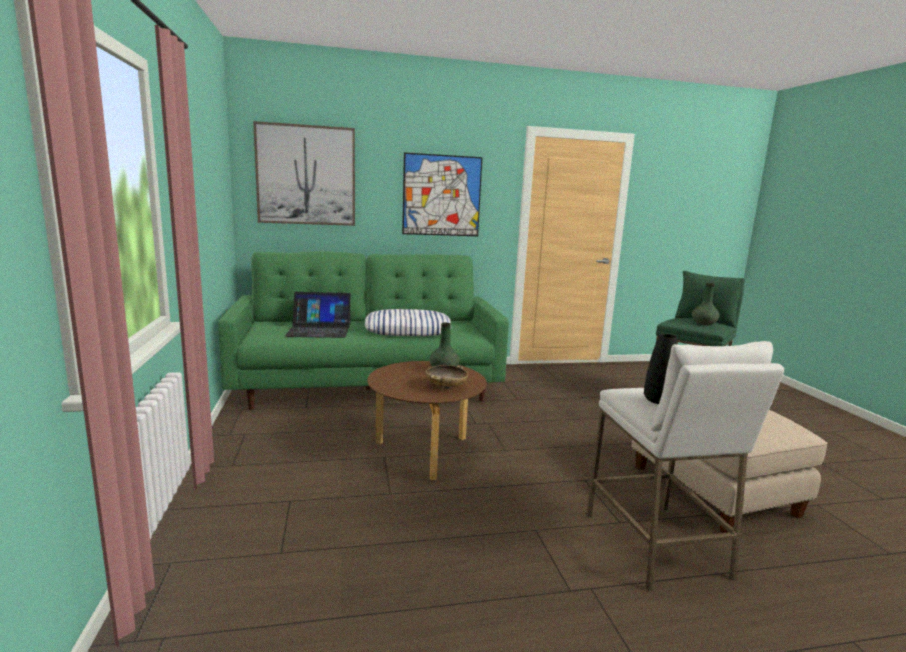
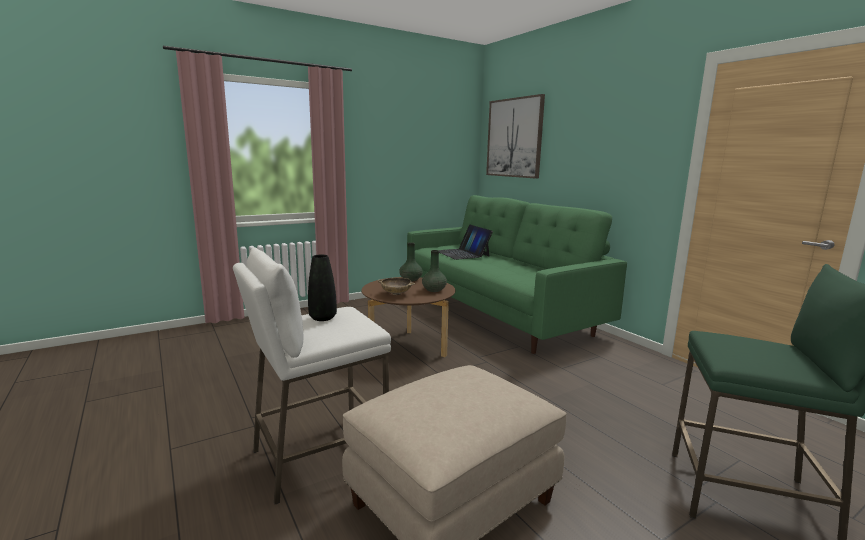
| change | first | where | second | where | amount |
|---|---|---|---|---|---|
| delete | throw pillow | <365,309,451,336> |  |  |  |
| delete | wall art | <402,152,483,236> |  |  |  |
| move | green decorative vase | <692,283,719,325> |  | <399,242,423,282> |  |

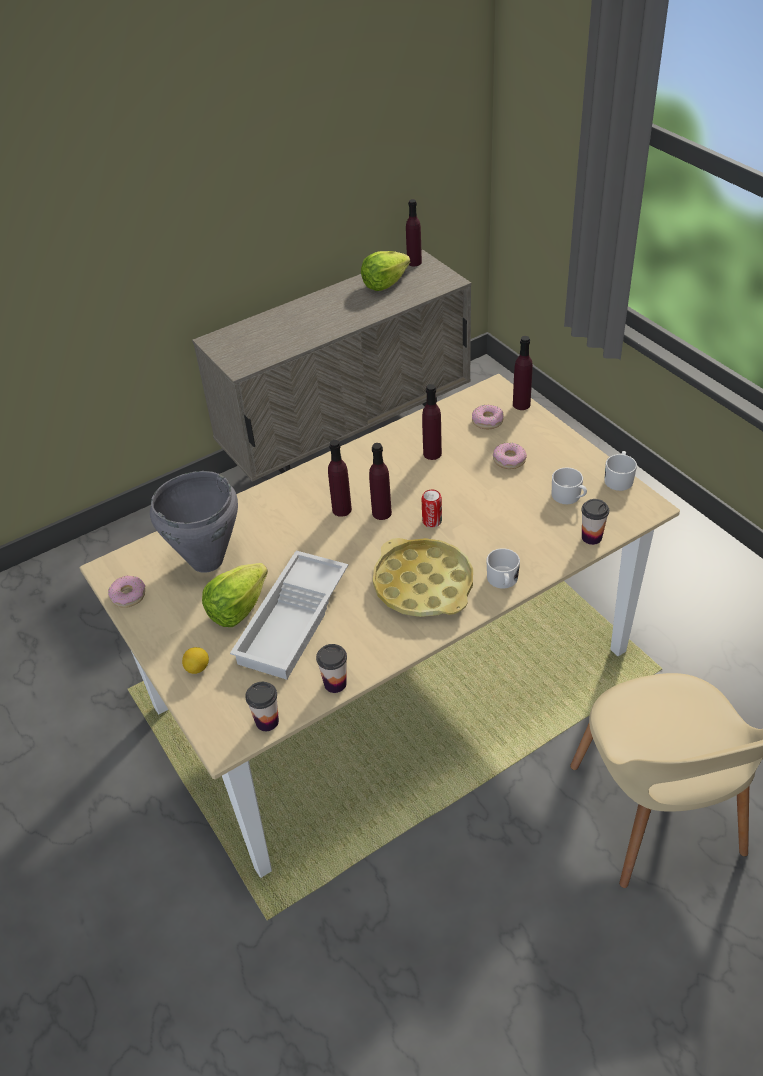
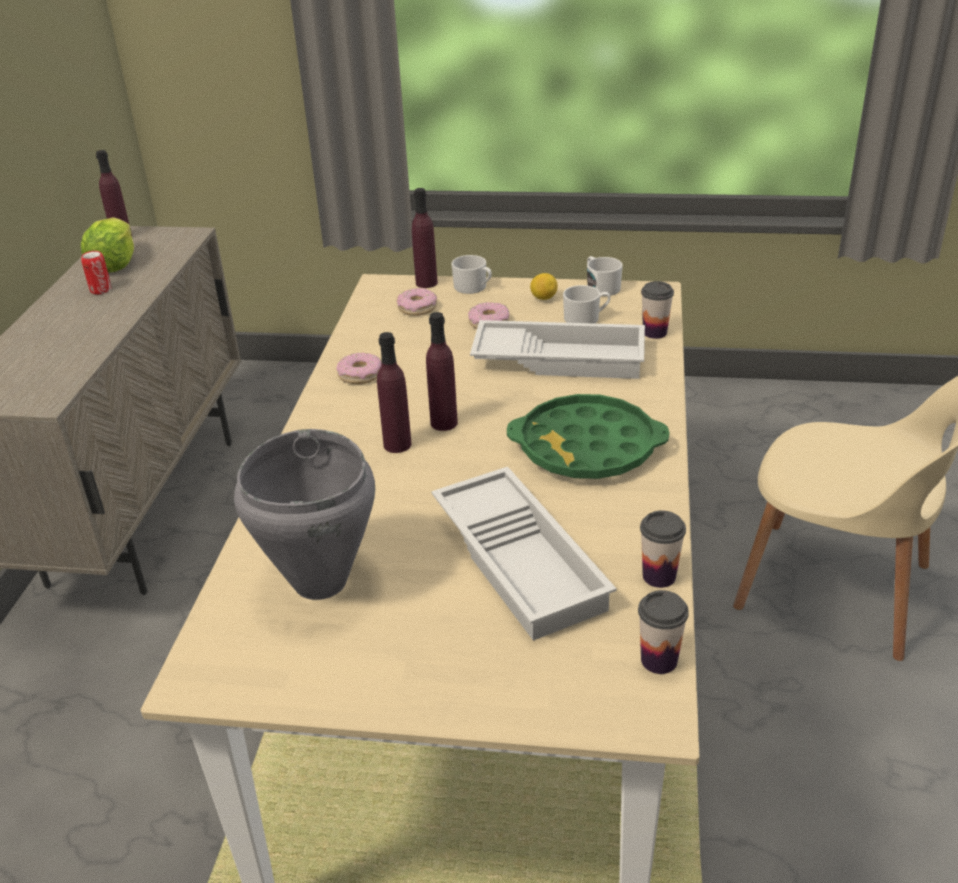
| change | first | where | second | where | amount |
|---|---|---|---|---|---|
| move | donut | <108,576,145,608> |  | <336,353,382,384> |  |
| move | lemon | <182,647,209,674> |  | <530,273,558,300> |  |
| delete | head of lettuce | <202,563,268,627> |  |  |  |
| recolor | yellow-coloured tray | <373,538,473,617> | green tray | <507,394,670,479> |  |
| delete | purple-coloured beverage bottle | <422,384,442,460> |  |  |  |
| move | sealed can | <422,490,442,527> |  | <81,251,112,294> |  |
| move | whitish mug | <486,548,520,589> |  | <452,255,492,294> |  |
| insert |  |  | whitish tray | <470,320,645,379> |  |

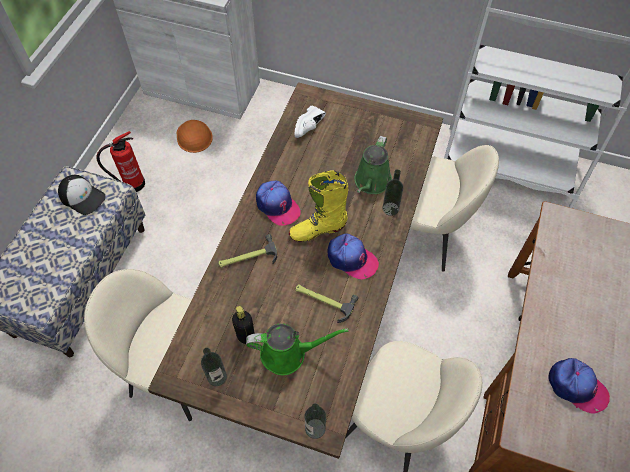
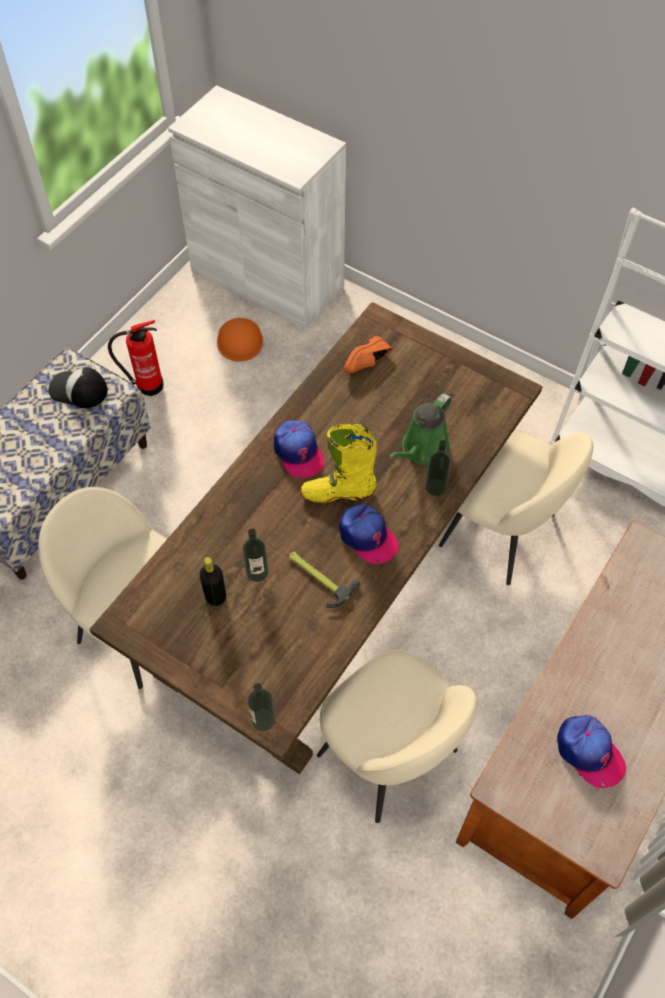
| change | first | where | second | where | amount |
|---|---|---|---|---|---|
| rotate | peaked cap | <58,175,106,215> |  | <48,367,108,408> | 150 degrees clockwise |
| move | beverage bottle | <201,348,227,386> |  | <243,529,268,582> |  |
| delete | tool hammer | <219,234,277,268> |  |  |  |
| delete | green watering pot | <246,324,349,375> |  |  |  |
| recolor | whitish item of footwear | <295,106,326,138> | orangey item of footwear | <344,336,393,374> |  |

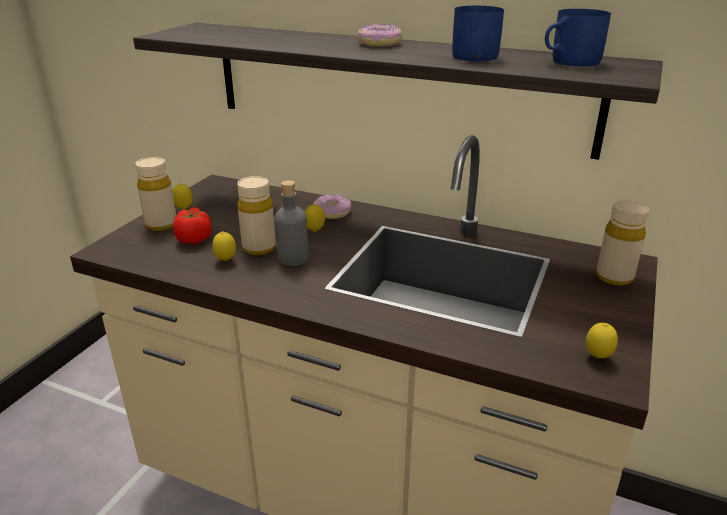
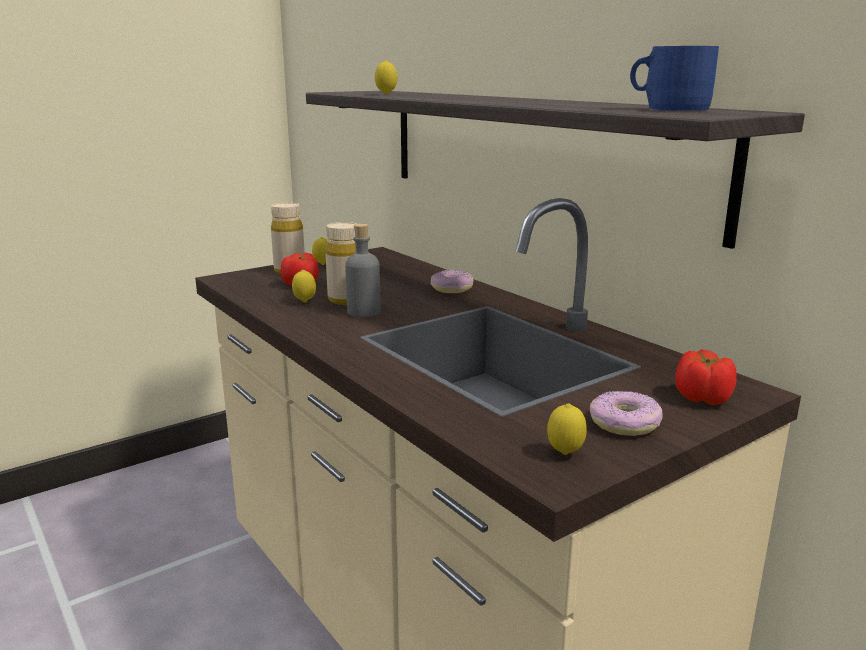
| change | first | where | second | where | amount |
|---|---|---|---|---|---|
| move | lemon | <305,204,325,232> |  | <375,60,397,95> |  |
| move | donut | <358,24,402,46> |  | <590,391,663,436> |  |
| delete | blue-coloured mug | <452,6,504,62> |  |  |  |
| replace | sand-coloured beverage bottle | <596,200,649,286> | fresh tomato | <675,349,737,405> |  |

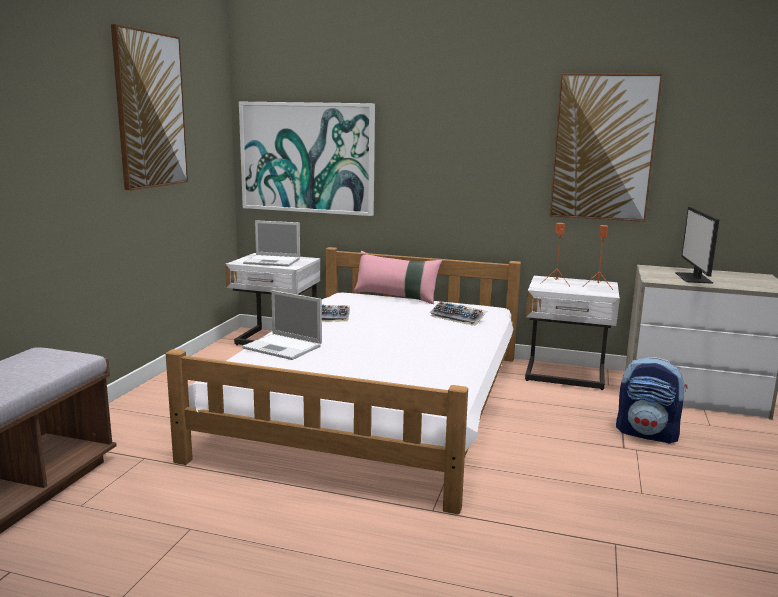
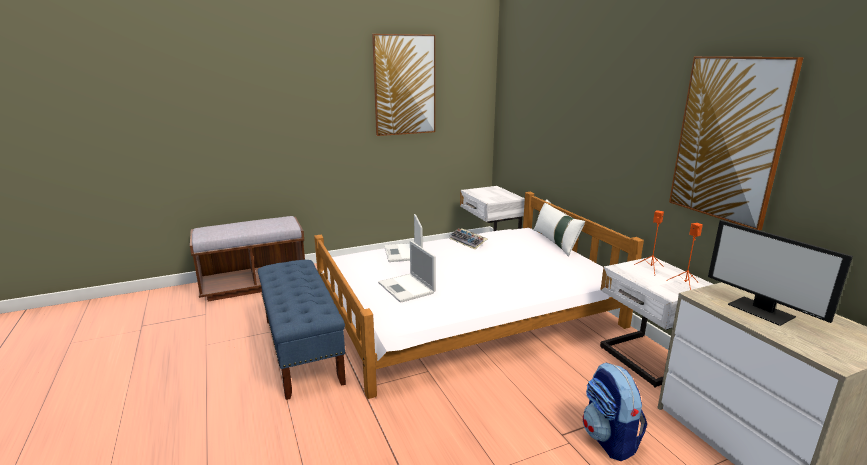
| change | first | where | second | where | amount |
|---|---|---|---|---|---|
| delete | wall art | <239,102,375,216> |  |  |  |
| move | notebook computer | <243,220,300,267> |  | <378,241,436,303> |  |
| recolor | pink throw pillow | <354,251,442,304> | whitish throw pillow | <534,199,585,256> |  |
| delete | computer keyboard | <429,302,487,326> |  |  |  |
| rotate | monitor | <675,207,720,284> |  | <708,220,853,326> | 90 degrees counterclockwise |
| insert |  |  | blue-coloured long seat | <258,260,346,400> |  |

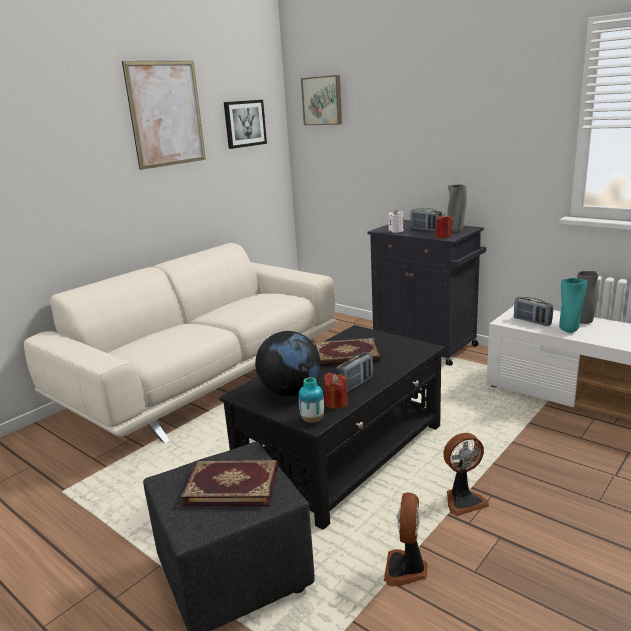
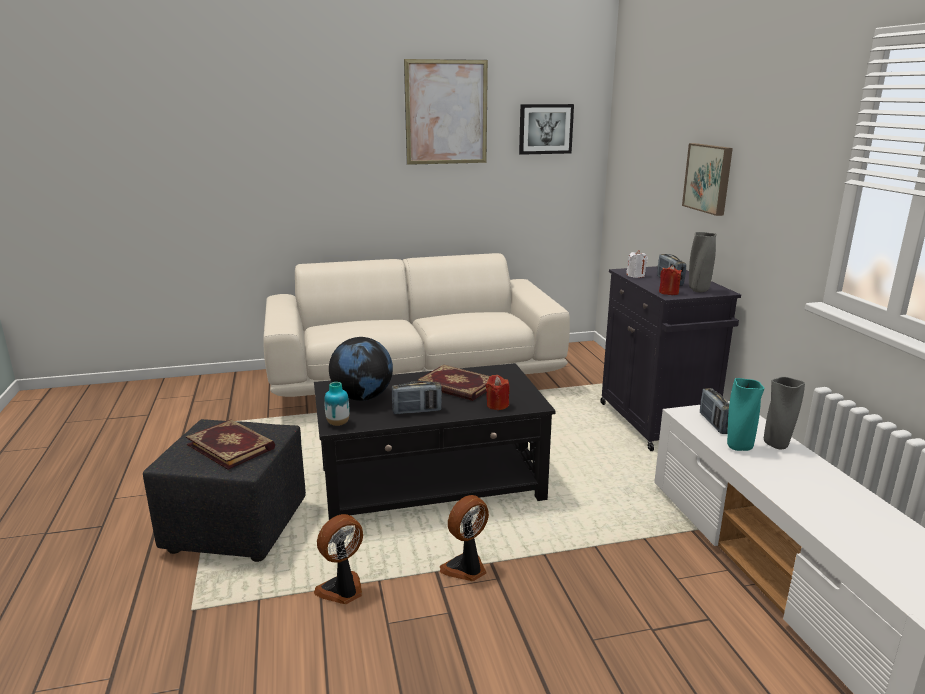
| change | first | where | second | where | amount |
|---|---|---|---|---|---|
| move | wall art | <301,75,342,125> |  | <682,143,733,216> |  |
| move | red wax light | <324,373,348,409> |  | <486,375,510,410> |  |
| rotate | electric fan | <443,433,489,516> |  | <440,495,489,581> | 120 degrees clockwise |

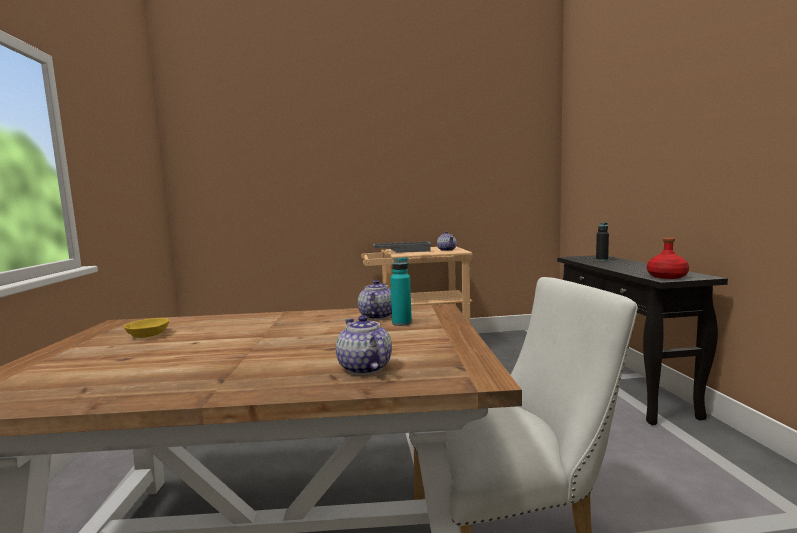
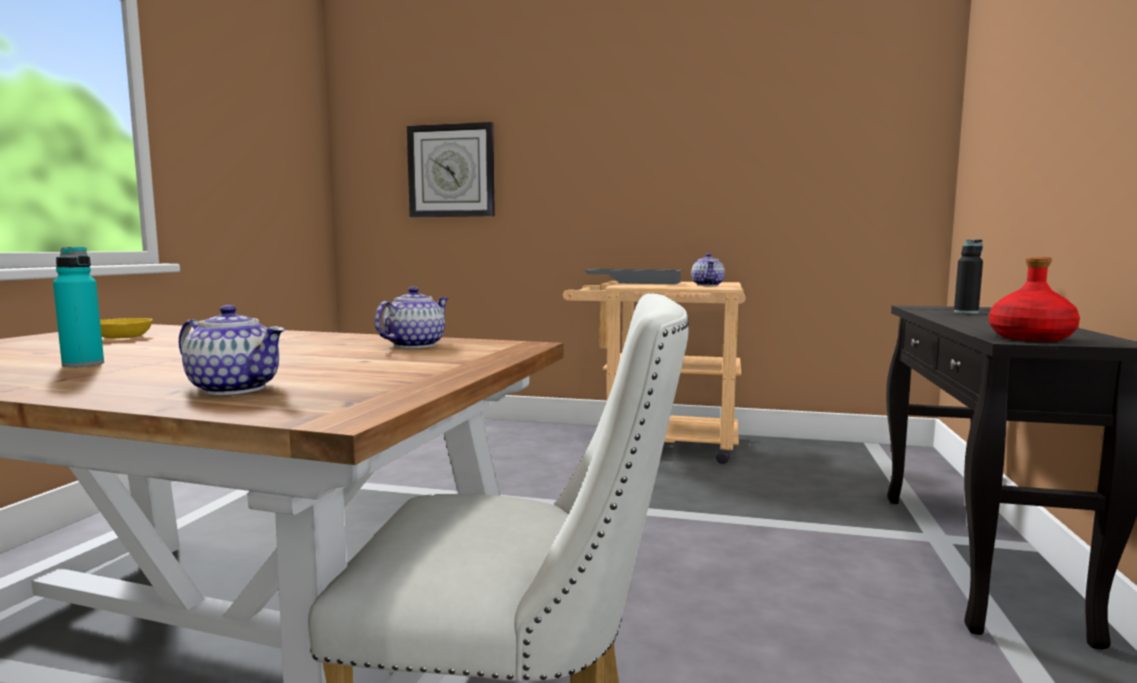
| change | first | where | second | where | amount |
|---|---|---|---|---|---|
| rotate | tea pot | <336,315,392,375> |  | <179,305,285,395> | 120 degrees clockwise |
| move | turquoise-coloured beverage bottle | <390,257,412,326> |  | <53,247,104,367> |  |
| insert |  |  | wall clock | <407,122,495,217> |  |

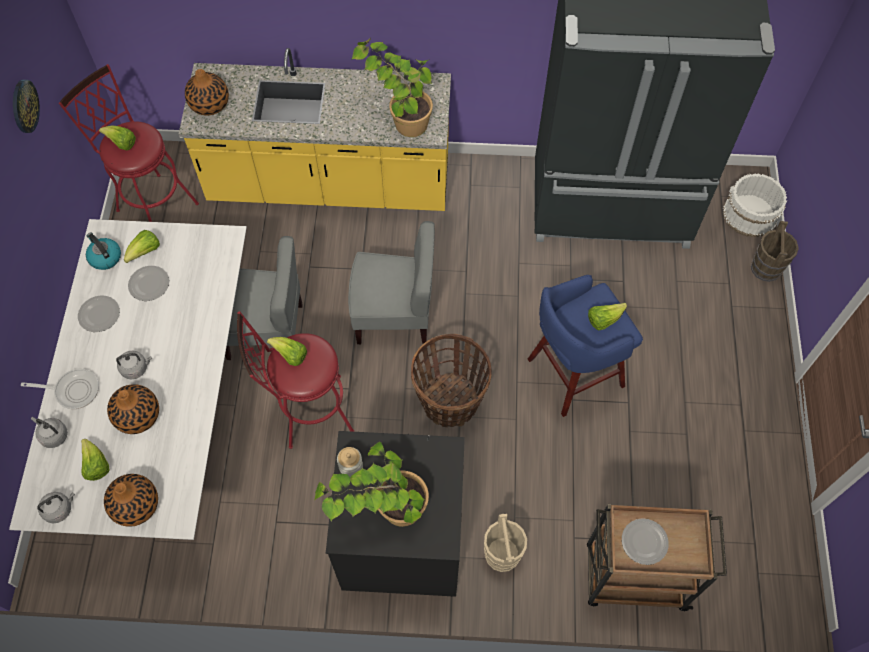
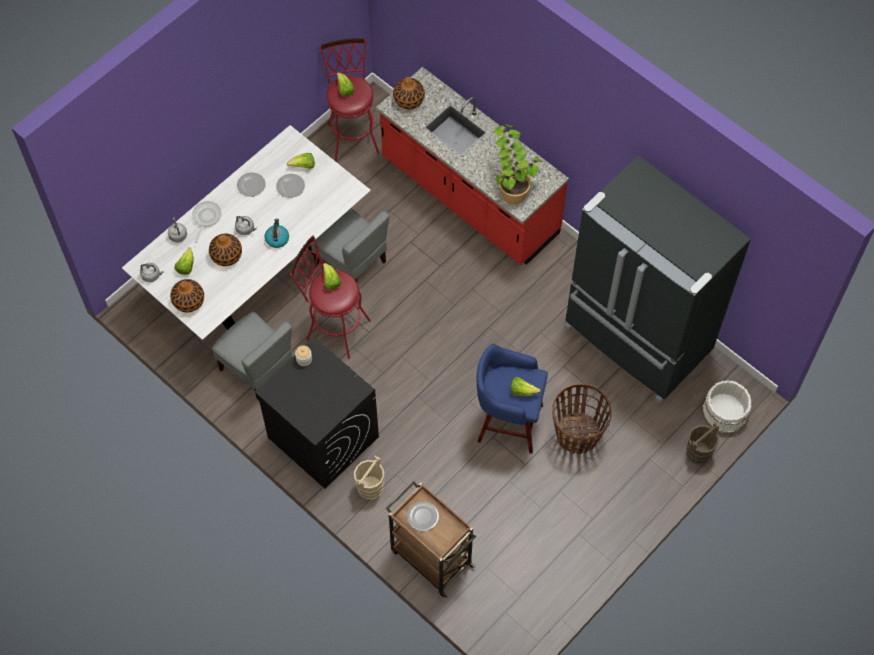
| change | first | where | second | where | amount |
|---|---|---|---|---|---|
| delete | wall clock | <13,80,40,133> |  |  |  |
| rotate | skillet | <21,369,99,409> |  | <192,201,221,243> | 120 degrees counterclockwise |
| move | tea kettle | <86,232,121,270> |  | <265,219,289,248> |  |
| recolor | yellow-coloured counter | <179,48,451,211> | red counter | <376,67,569,265> |  |
| delete | potted plant | <315,442,429,527> |  |  |  |
| move | grey plain chair | <348,221,435,344> |  | <212,312,292,400> |  |
| move | household basket | <411,334,492,427> |  | <552,383,612,454> |  |

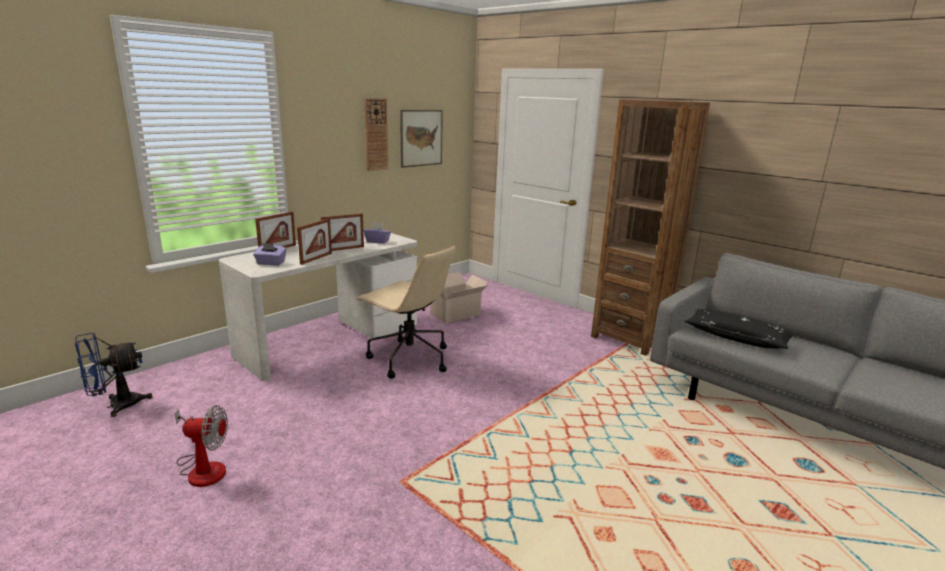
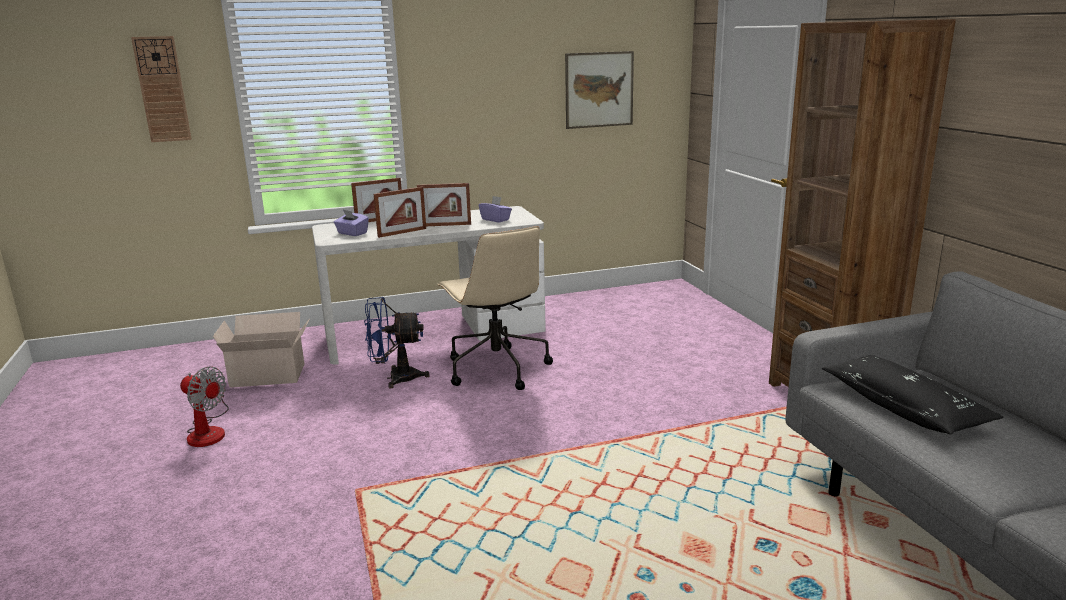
| change | first | where | second | where | amount |
|---|---|---|---|---|---|
| move | blue-coloured electric fan | <75,332,153,417> |  | <364,297,430,389> |  |
| move | wall clock | <364,98,388,171> |  | <131,36,192,142> |  |
| move | cardboard box | <430,272,488,323> |  | <213,312,310,388> |  |

